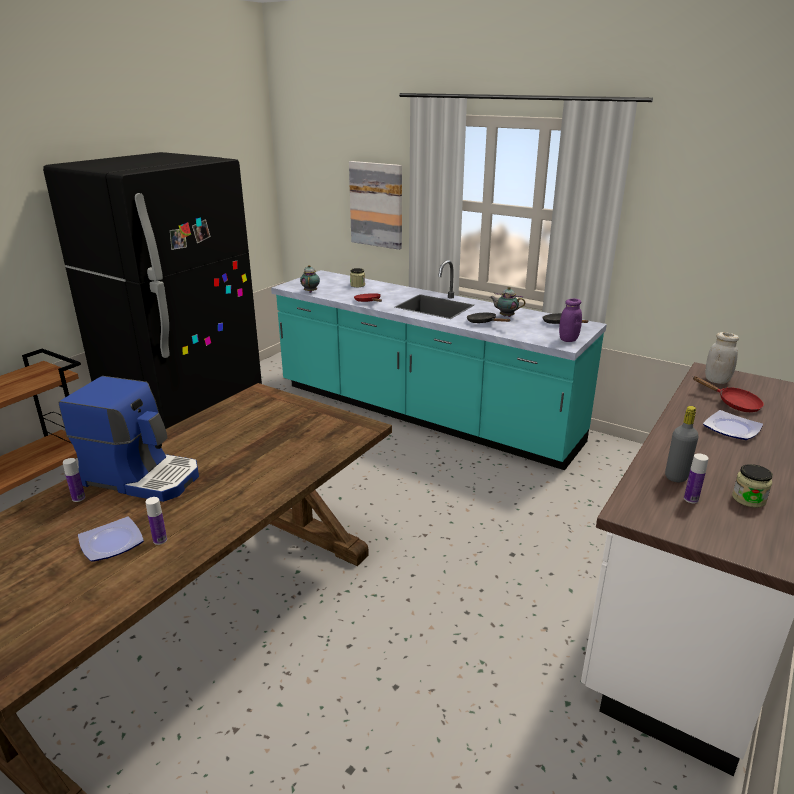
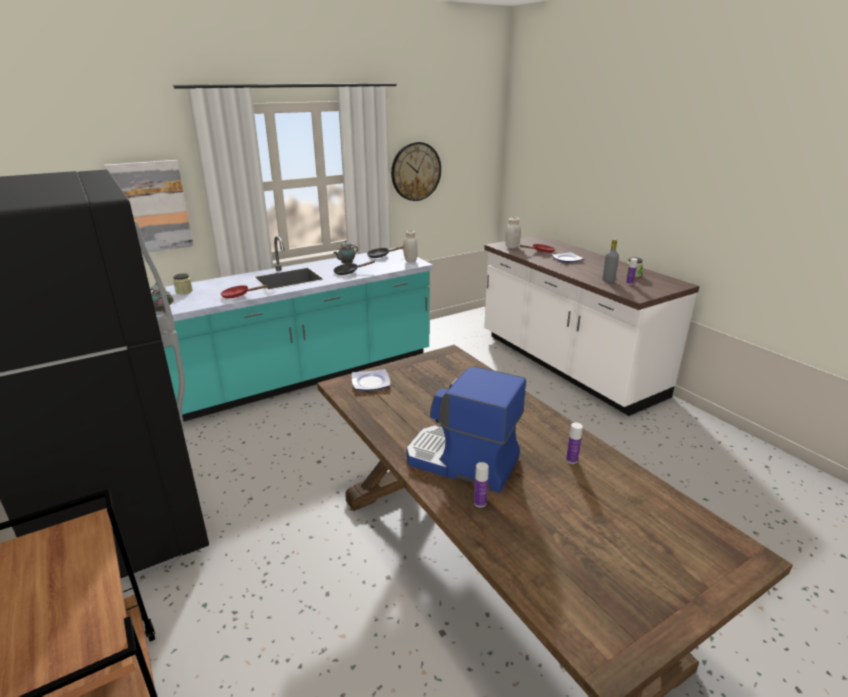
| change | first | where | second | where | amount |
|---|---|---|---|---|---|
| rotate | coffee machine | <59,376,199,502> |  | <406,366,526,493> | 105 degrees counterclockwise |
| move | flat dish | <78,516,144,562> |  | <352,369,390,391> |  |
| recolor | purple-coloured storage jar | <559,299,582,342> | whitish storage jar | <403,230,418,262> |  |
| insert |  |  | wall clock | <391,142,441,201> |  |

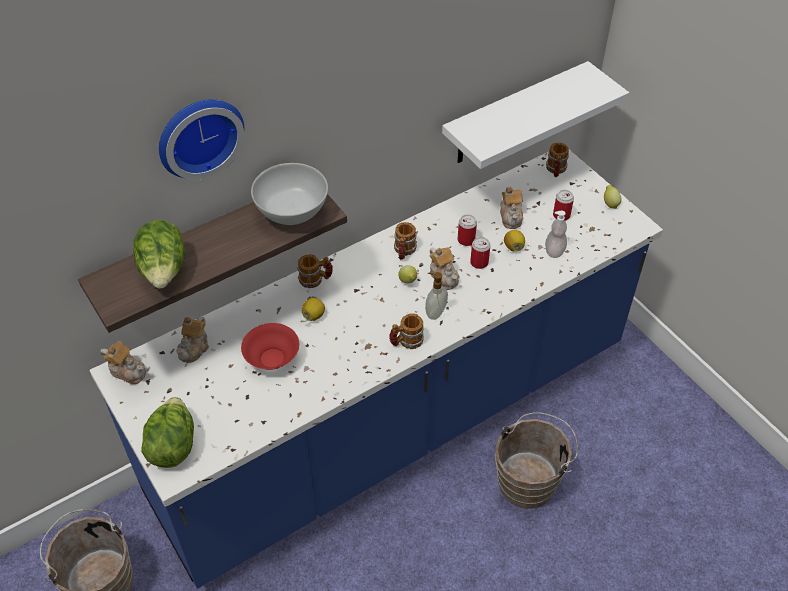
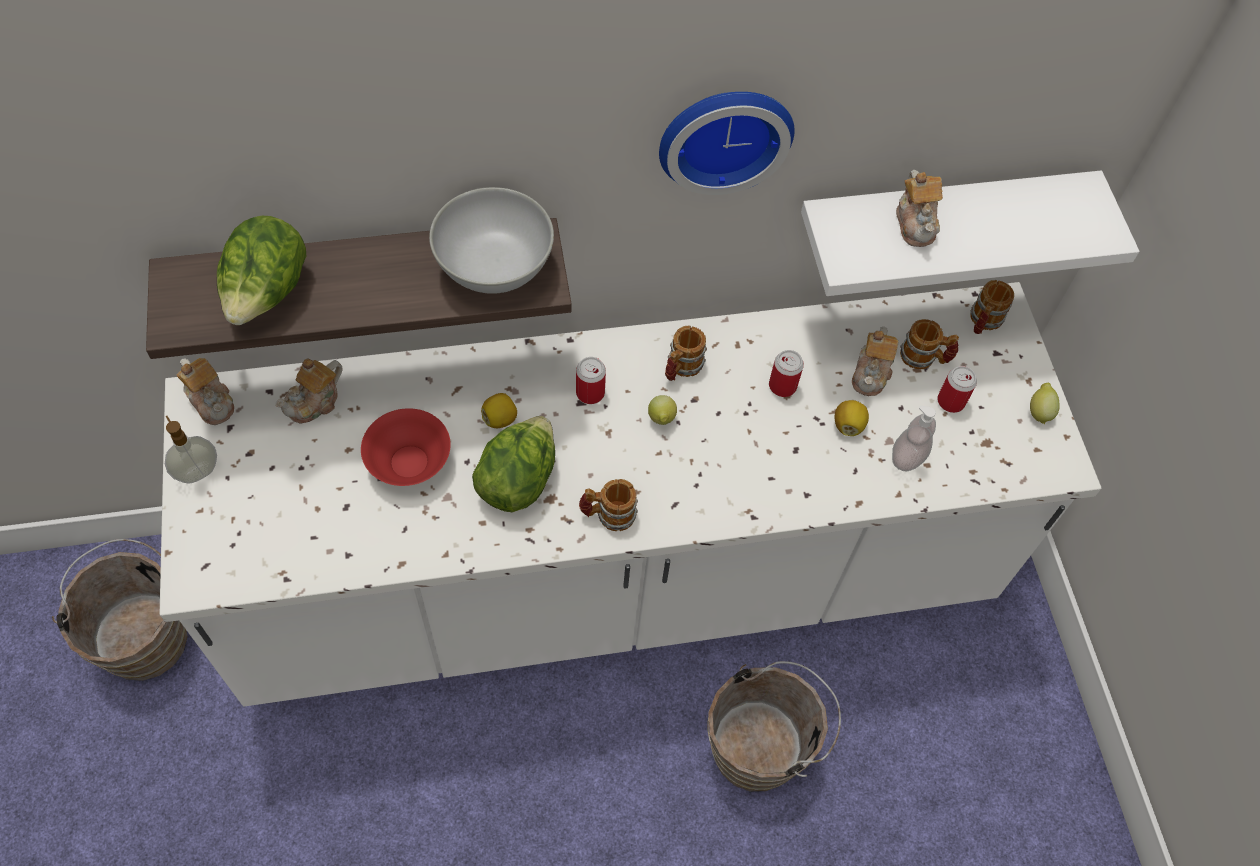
| change | first | where | second | where | amount |
|---|---|---|---|---|---|
| recolor | blue-coloured counter | <89,150,663,589> | whitish counter | <160,282,1101,707> |  |
| move | head of lettuce | <141,397,194,468> |  | <472,416,555,512> |  |
| move | wall clock | <159,99,244,180> |  | <659,92,795,195> |  |
| move | mug | <297,254,333,288> |  | <900,319,959,369> |  |
| move | soap dispenser | <425,272,448,320> |  | <165,416,217,484> |  |
| move | tea pot | <430,247,459,290> |  | <896,170,943,247> |  |
| move | sealed can | <470,237,490,269> |  | <576,357,606,404> |  |

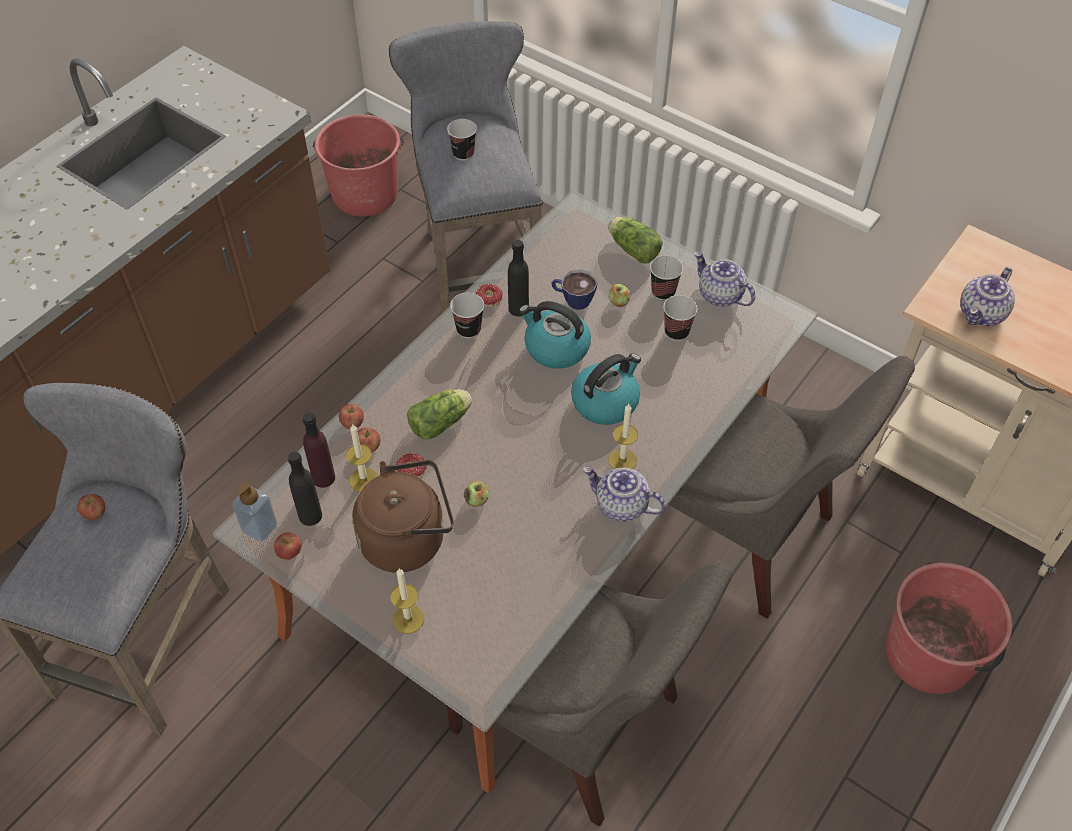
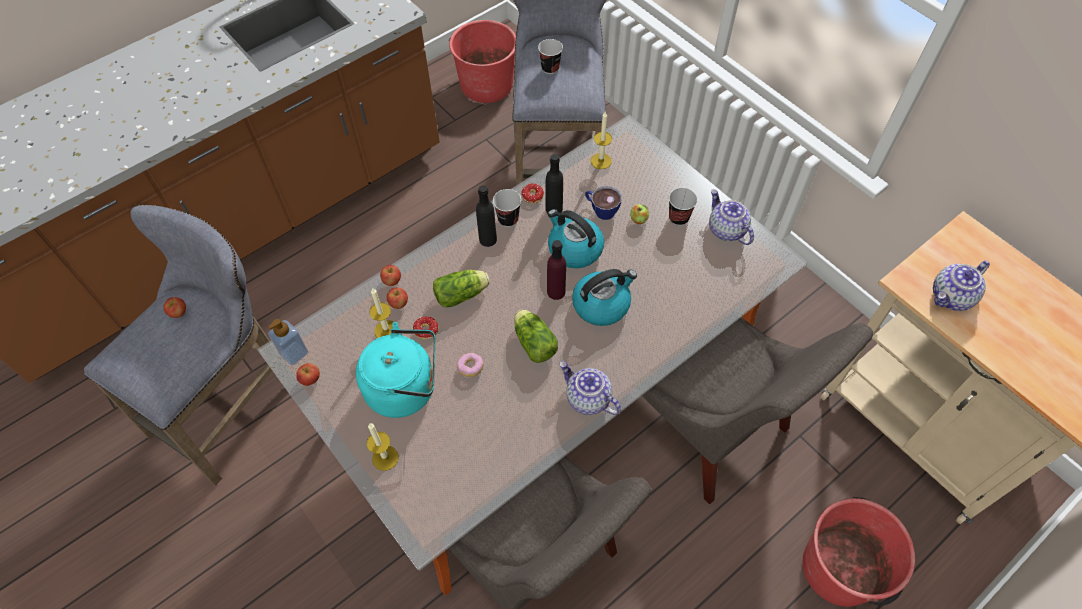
| change | first | where | second | where | amount |
|---|---|---|---|---|---|
| move | blackish beverage bottle | <288,452,322,526> |  | <476,185,497,247> |  |
| move | purple-coloured beverage bottle | <303,413,335,488> |  | <547,240,566,300> |  |
| recolor | brown tea kettle | <352,460,454,573> | turquoise-coloured tea kettle | <356,322,435,418> |  |
| replace | apple | <464,481,489,507> | donut | <457,353,484,377> |  |
| move | head of lettuce | <608,217,662,264> |  | <514,309,558,363> |  |
| move | wax light | <608,404,638,469> |  | <591,112,612,169> |  |
| delete | drinking cup | <663,295,698,341> |  |  |  |

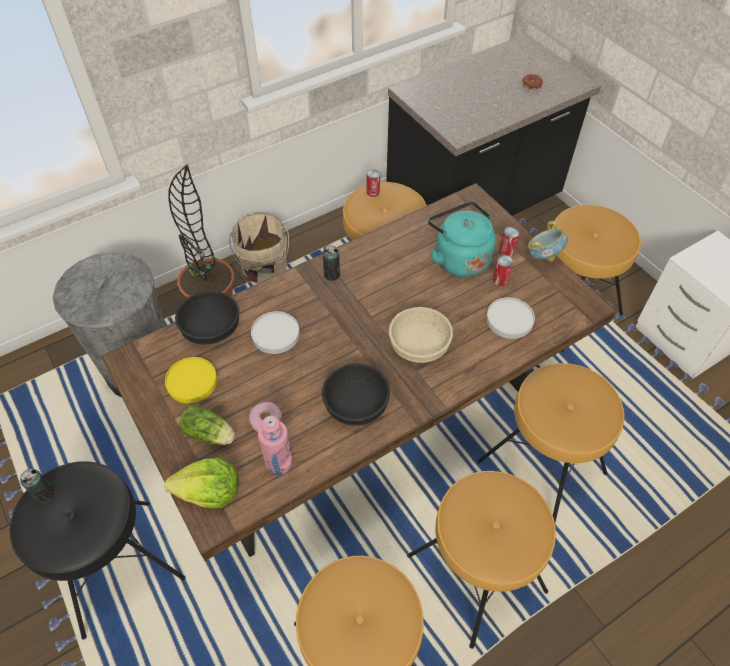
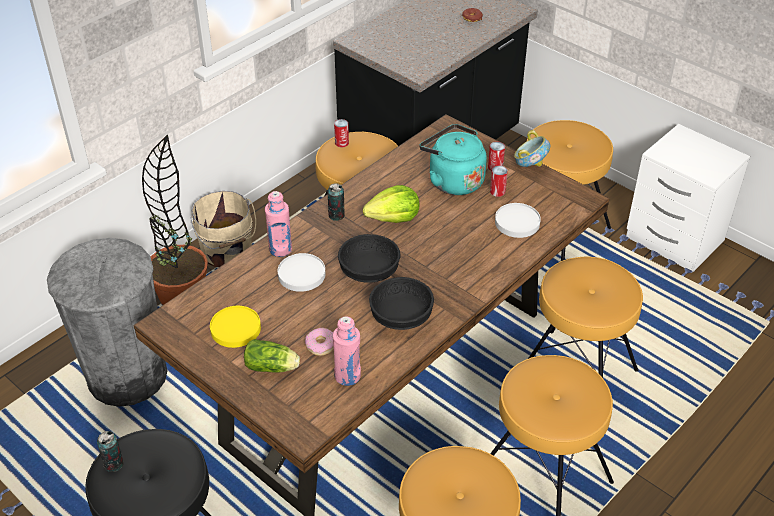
| change | first | where | second | where | amount |
|---|---|---|---|---|---|
| move | head of lettuce | <165,458,239,508> |  | <363,185,419,223> |  |
| move | blackish serving bowl | <175,291,239,345> |  | <338,234,400,283> |  |
| delete | sand-coloured serving bowl | <389,307,453,363> |  |  |  |
| insert |  |  | pink beverage bottle | <265,191,292,257> |  |

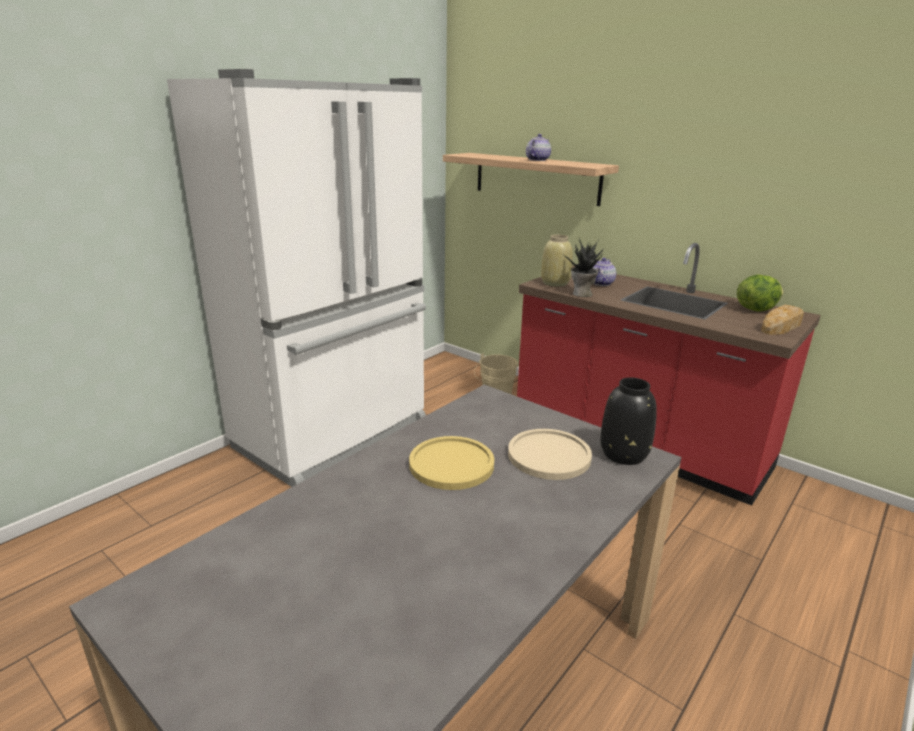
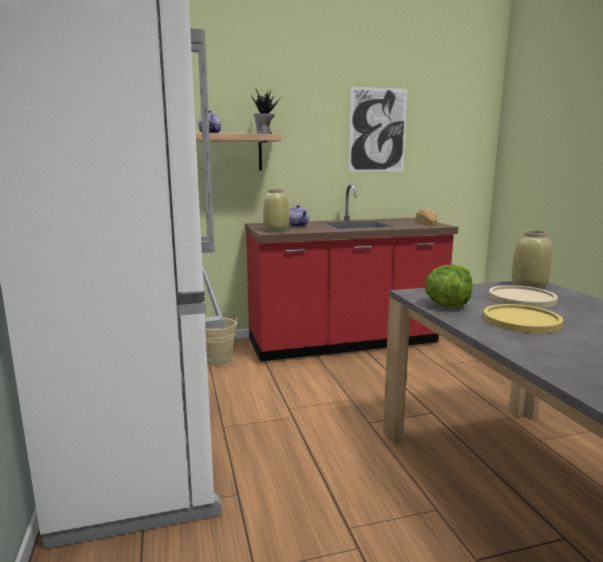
| change | first | where | second | where | amount |
|---|---|---|---|---|---|
| move | potted plant | <565,238,604,297> |  | <251,88,281,134> |  |
| recolor | blackish decorative vase | <600,377,657,465> | sand-coloured decorative vase | <511,230,552,289> |  |
| move | head of lettuce | <737,274,784,311> |  | <425,265,472,308> |  |
| insert |  |  | wall art | <349,87,407,171> |  |

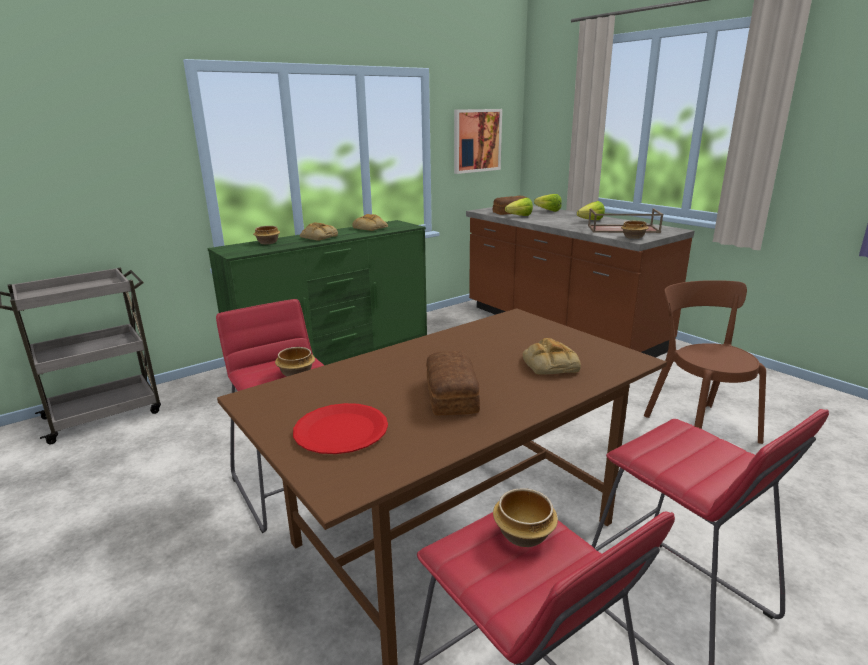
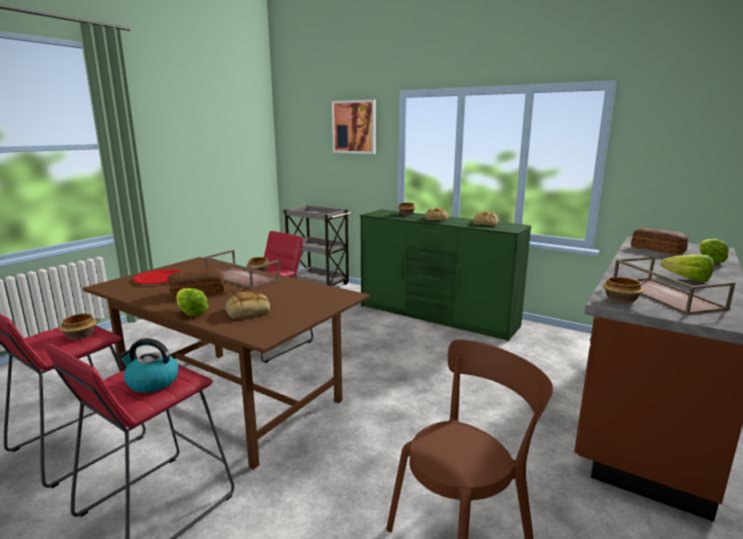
| change | first | where | second | where | amount |
|---|---|---|---|---|---|
| move | wall art | <454,109,502,174> |  | <332,100,376,154> |  |
| move | head of lettuce | <505,198,533,216> |  | <176,288,208,317> |  |
| insert |  |  | tea kettle | <119,338,179,393> |  |
| insert |  |  | brown tray | <204,250,280,289> |  |

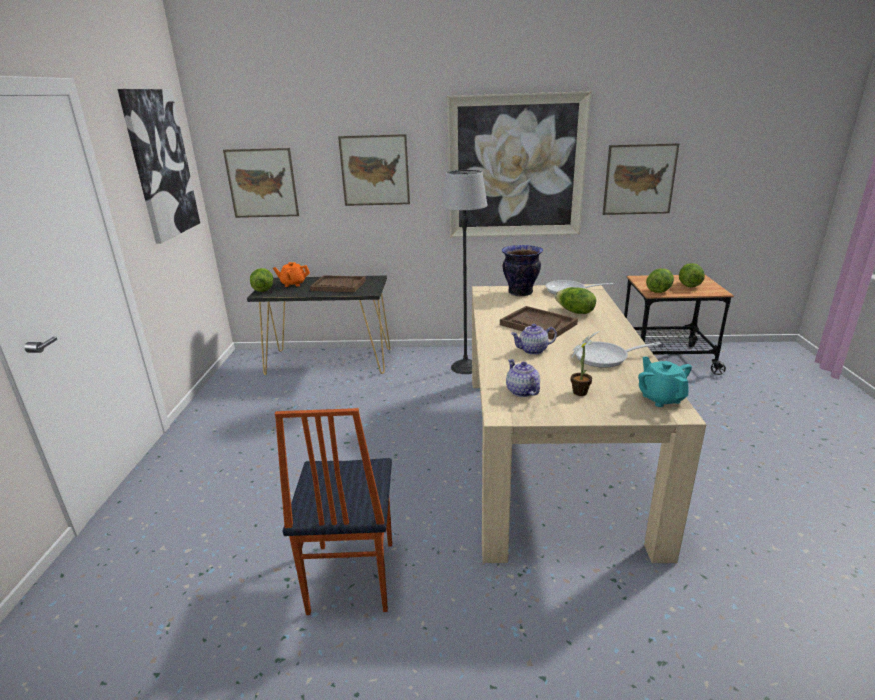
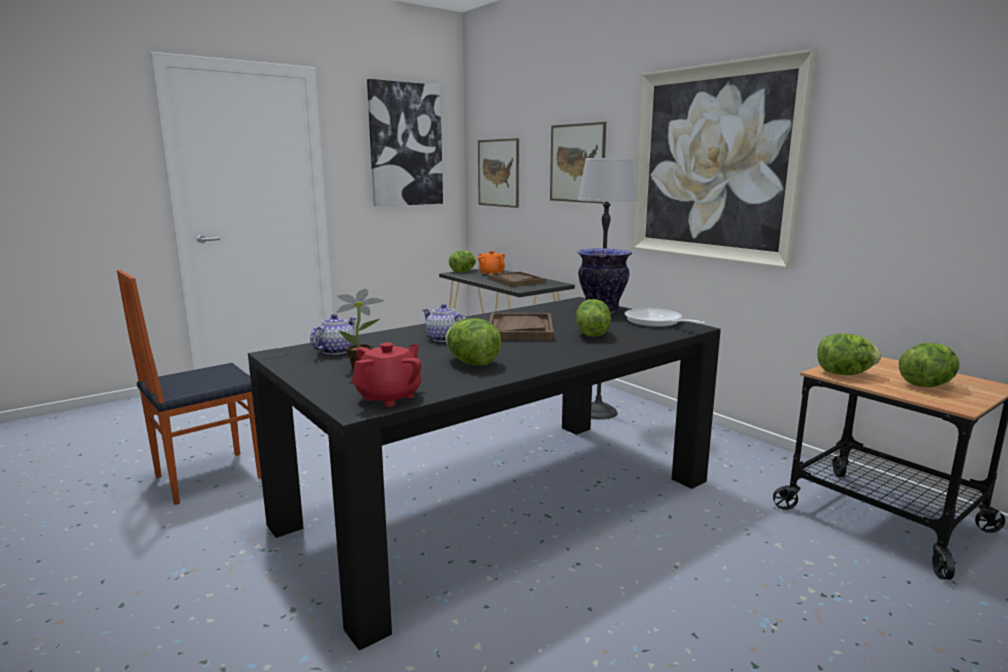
| change | first | where | second | where | amount |
|---|---|---|---|---|---|
| recolor | sand-coloured dining table | <472,284,706,563> | blackish dining table | <248,297,721,650> |  |
| replace | skillet | <574,341,661,368> | head of lettuce | <445,318,501,365> |  |
| delete | wall art | <603,143,680,215> |  |  |  |
| recolor | turquoise-coloured tea pot | <638,356,692,407> | red tea pot | <352,342,421,407> |  |

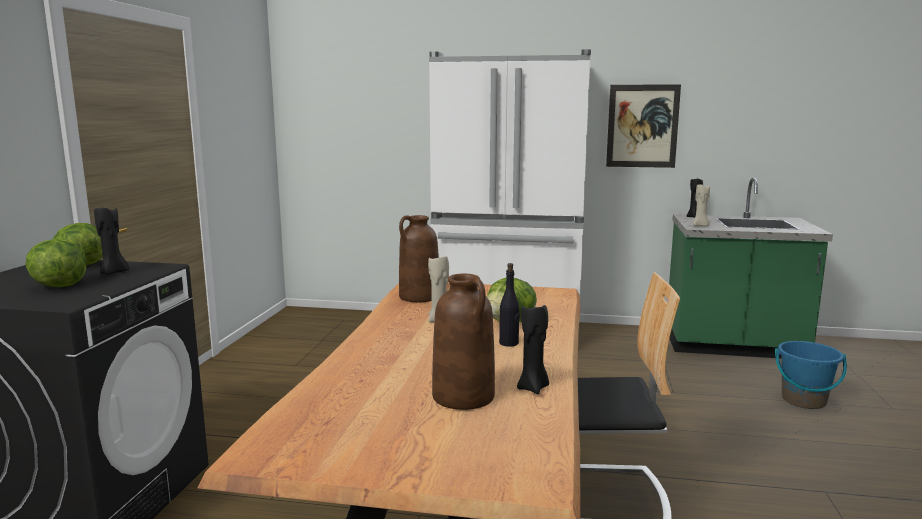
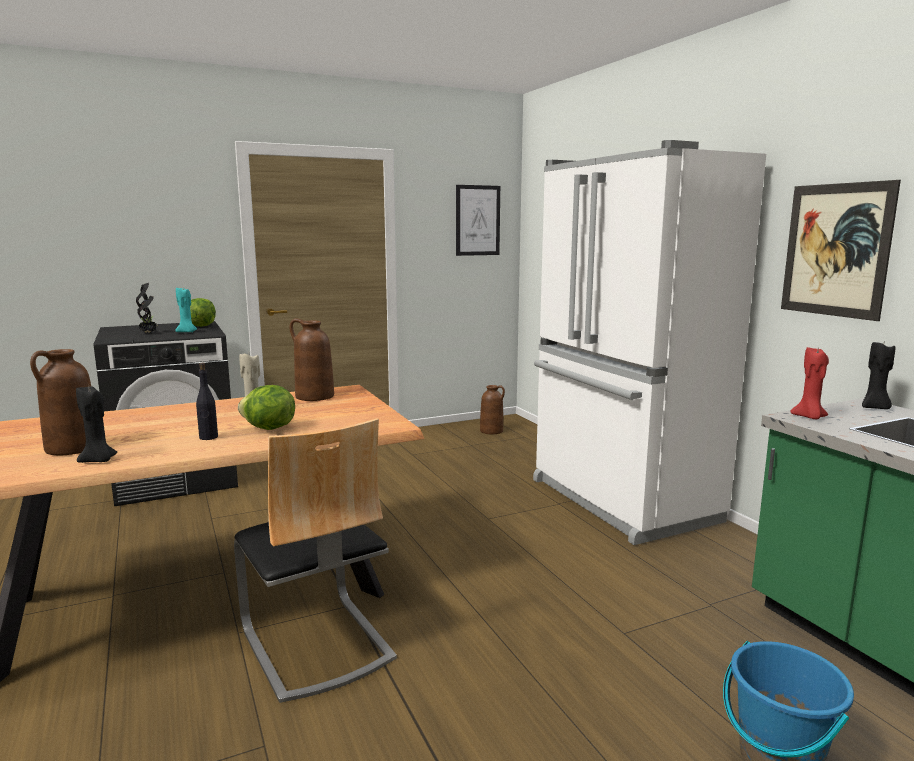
| change | first | where | second | where | amount |
|---|---|---|---|---|---|
| replace | head of lettuce | <25,238,86,287> | potted plant | <136,283,156,333> |  |
| recolor | blackish wax light | <94,206,129,275> | turquoise-coloured wax light | <175,288,197,332> |  |
| recolor | sand-coloured wax light | <693,184,710,226> | red wax light | <790,346,829,419> |  |
| insert |  |  | wall art | <456,185,500,256> |  |
| insert |  |  | brown decorative vase | <480,385,505,434> |  |

